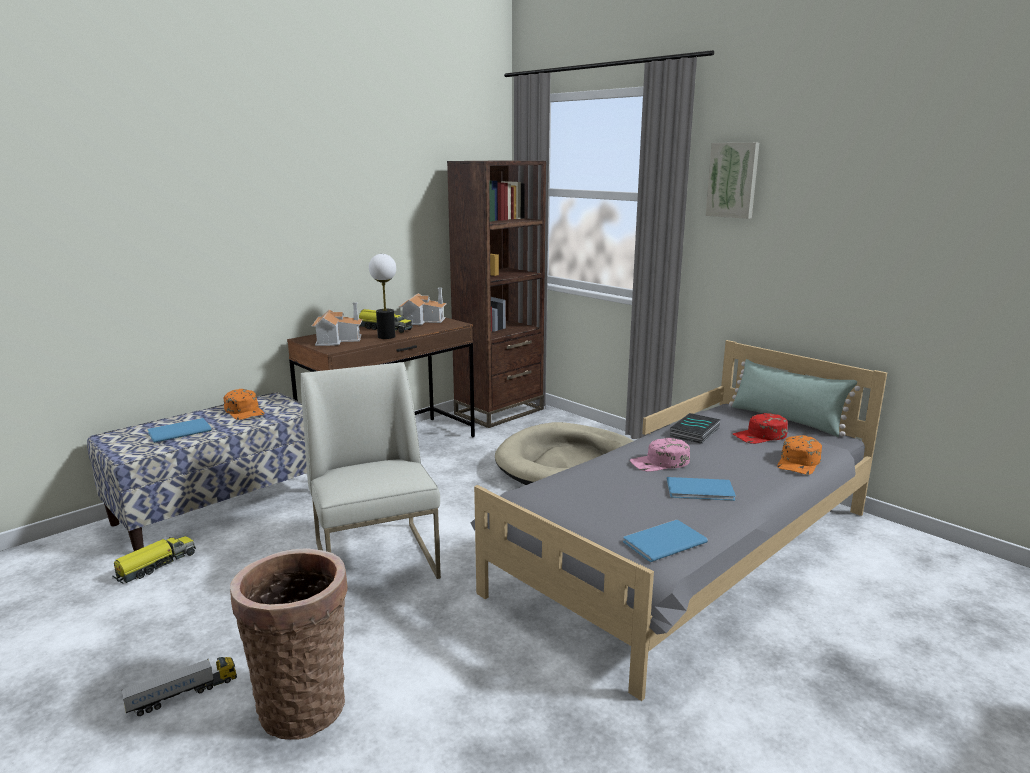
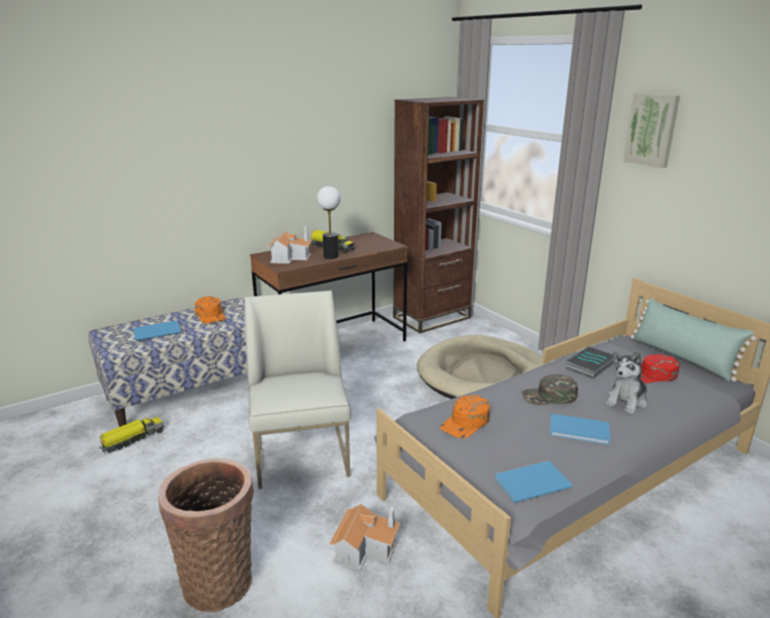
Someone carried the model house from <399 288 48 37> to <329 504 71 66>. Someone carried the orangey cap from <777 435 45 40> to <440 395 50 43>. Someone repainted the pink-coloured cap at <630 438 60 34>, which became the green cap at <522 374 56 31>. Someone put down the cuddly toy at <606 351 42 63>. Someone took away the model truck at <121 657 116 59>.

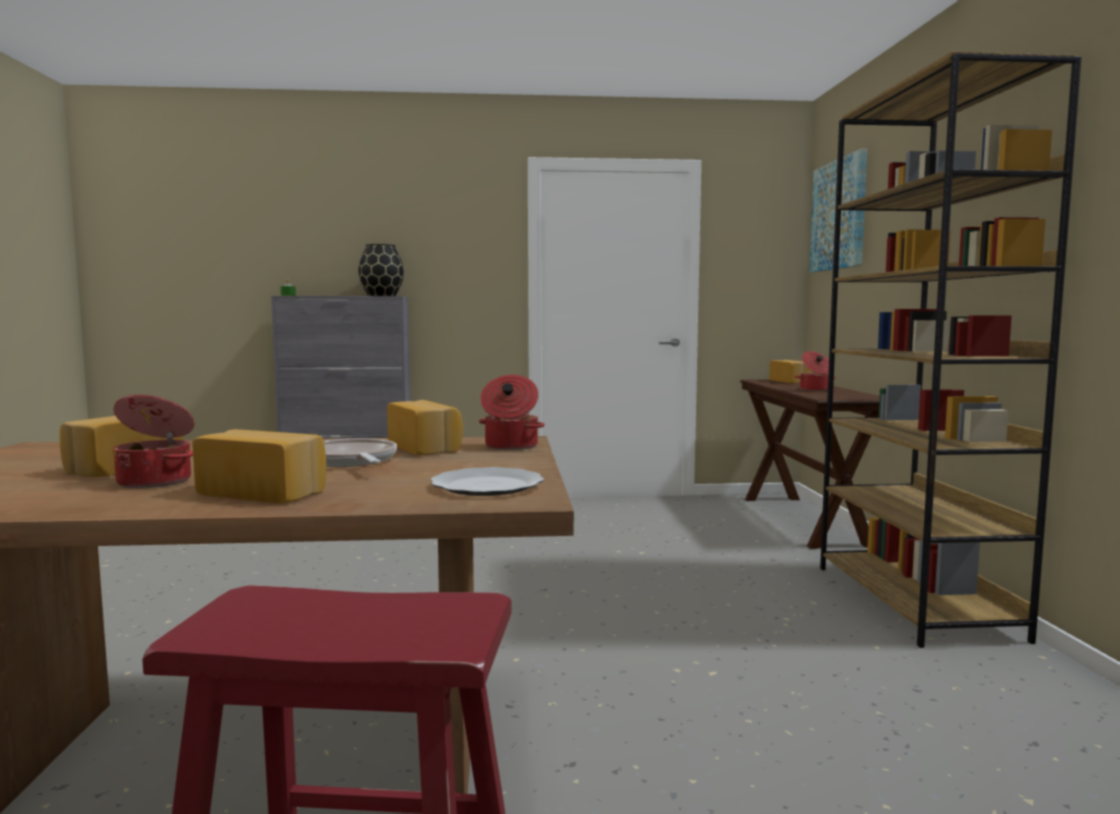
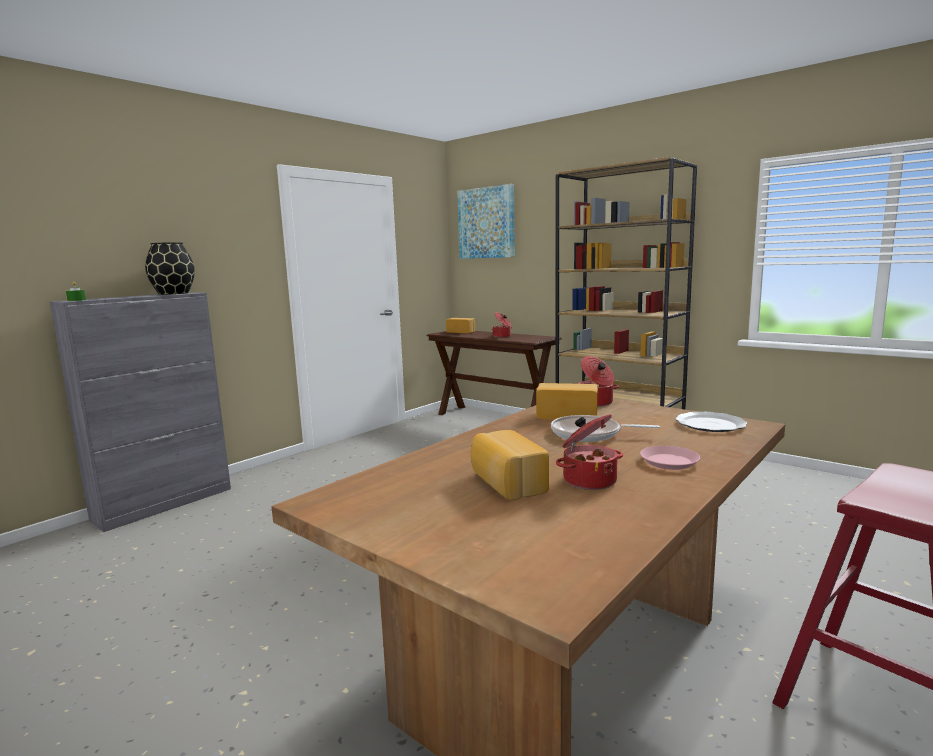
Someone swapped the bread at <192 429 134 74> for the pink-coloured dinner plate at <640 446 60 24>.

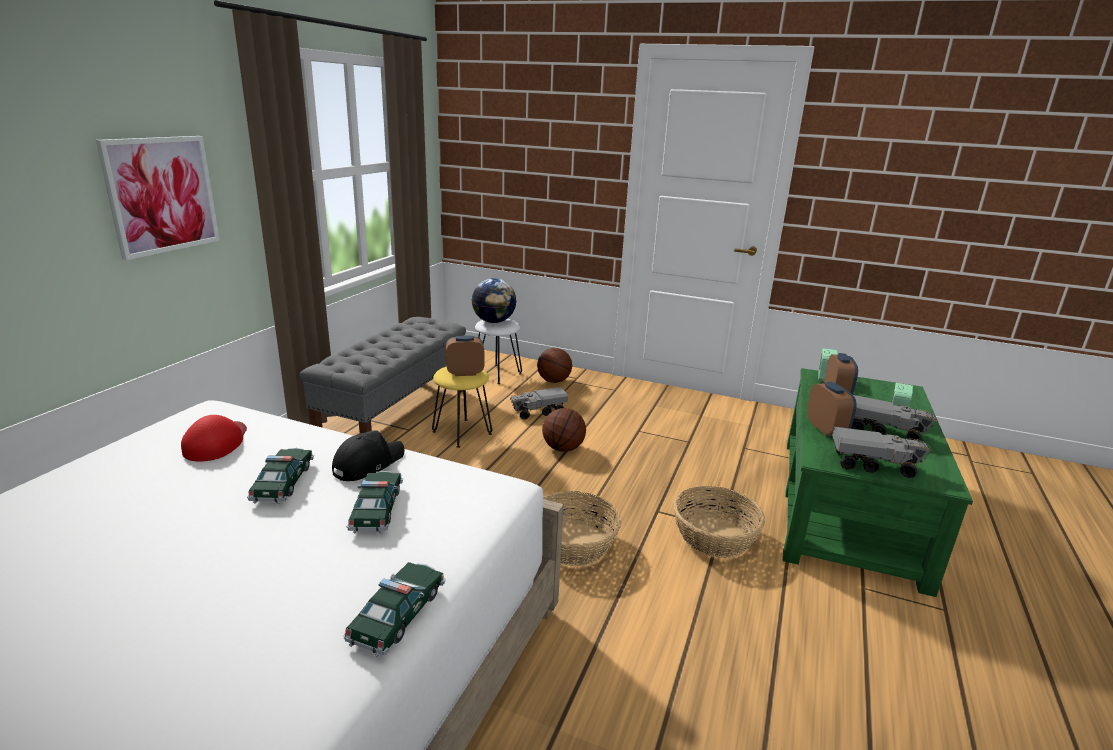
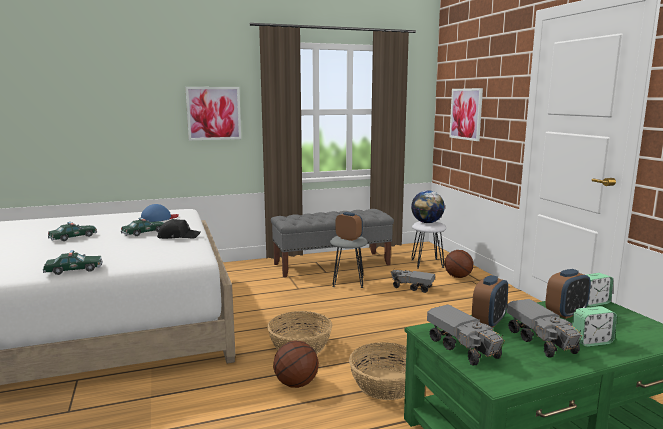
Someone carried the model car from <346 471 57 62> to <48 222 49 19>. Someone repainted the reddish cap at <181 415 66 46>, which became the blue cap at <141 204 38 18>. Someone carried the basketball ball from <542 408 44 44> to <273 341 46 47>. Someone repainted the yellow stool seat at <432 366 60 82>, which became the greyish stool seat at <330 236 38 52>. Someone put up the wall picture at <449 88 34 53>.

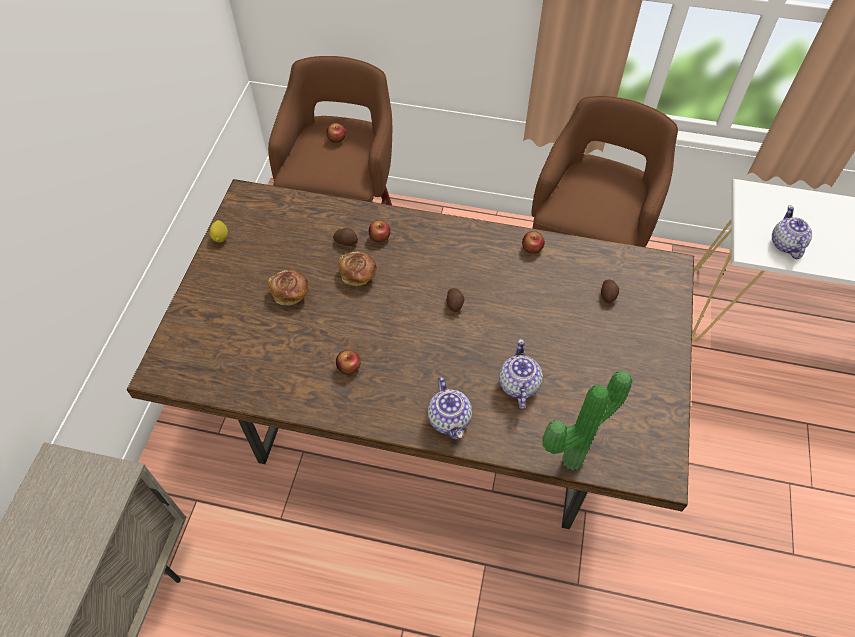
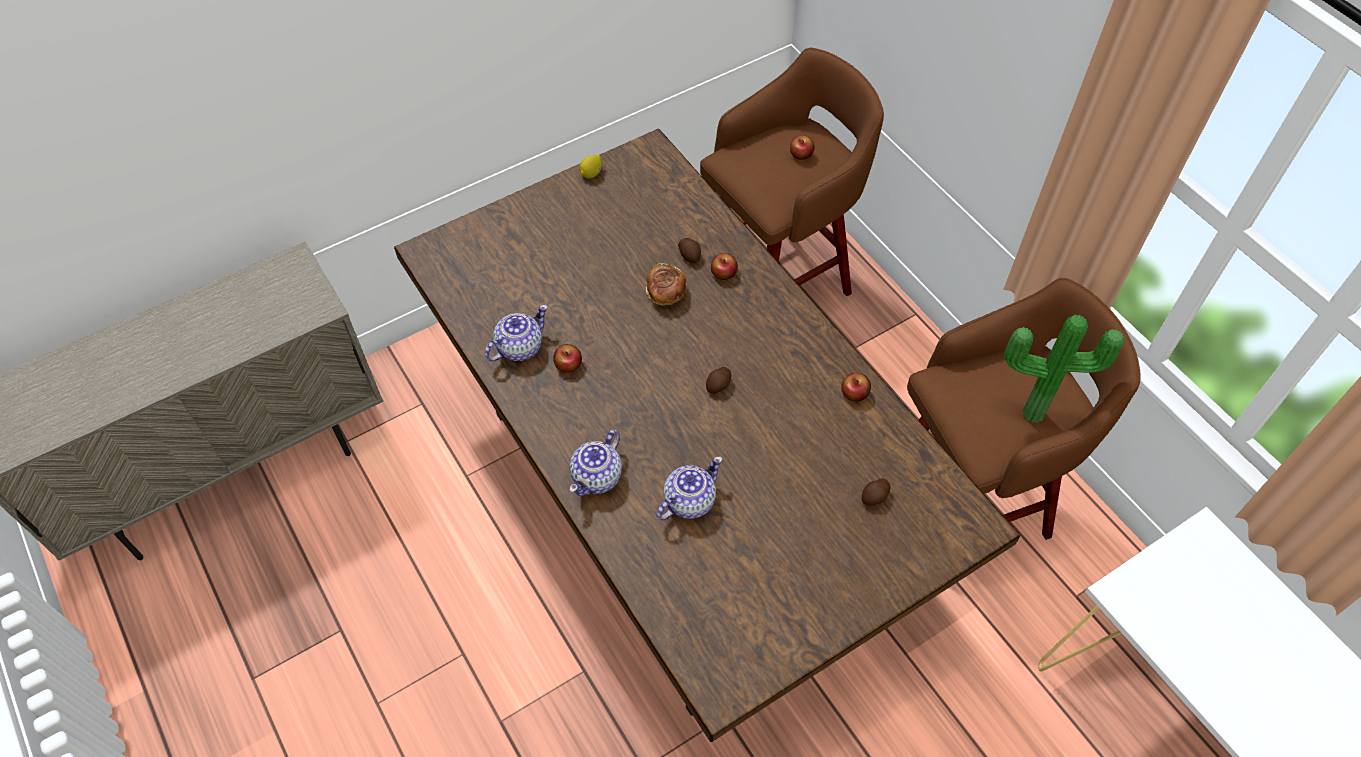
Someone carried the teapot from <772 205 40 54> to <485 305 63 56>. Someone carried the houseplant from <542 371 90 99> to <1004 315 120 108>. Someone took away the bread at <268 270 42 35>.

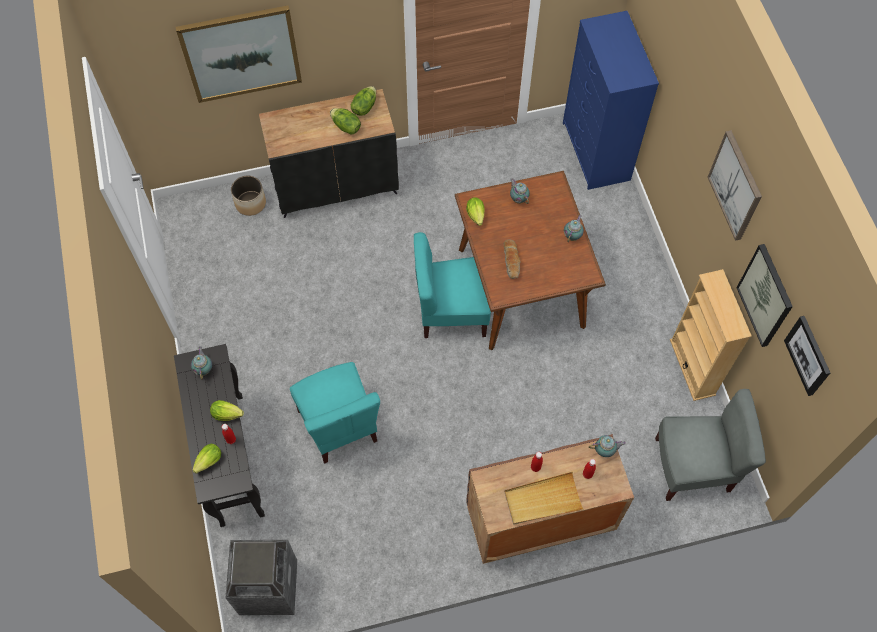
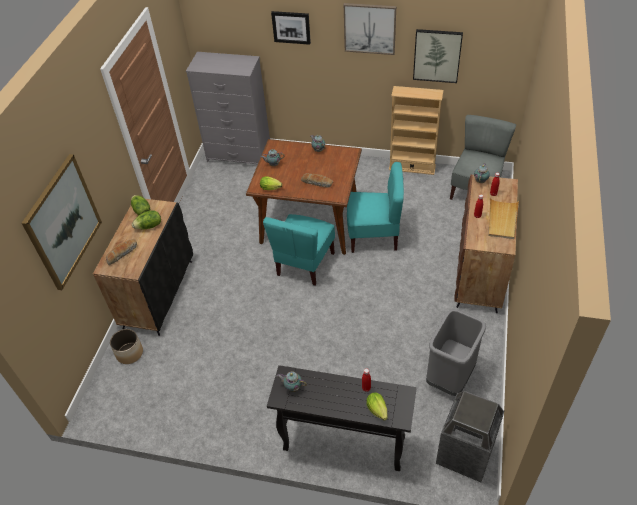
Someone put down the bread at <106 239 31 26>. Someone repainted the blue chest of drawers at <563 11 96 179>, which became the greyish chest of drawers at <186 52 84 112>. Someone carried the wall picture from <784 316 46 80> to <271 11 40 34>. Someone carried the turquoise-coloured plain chair from <290 362 90 102> to <347 162 57 91>. Someone put down the greyish rubbish bin at <426 309 60 87>. Someone took away the lettuce head at <210 400 34 21>.

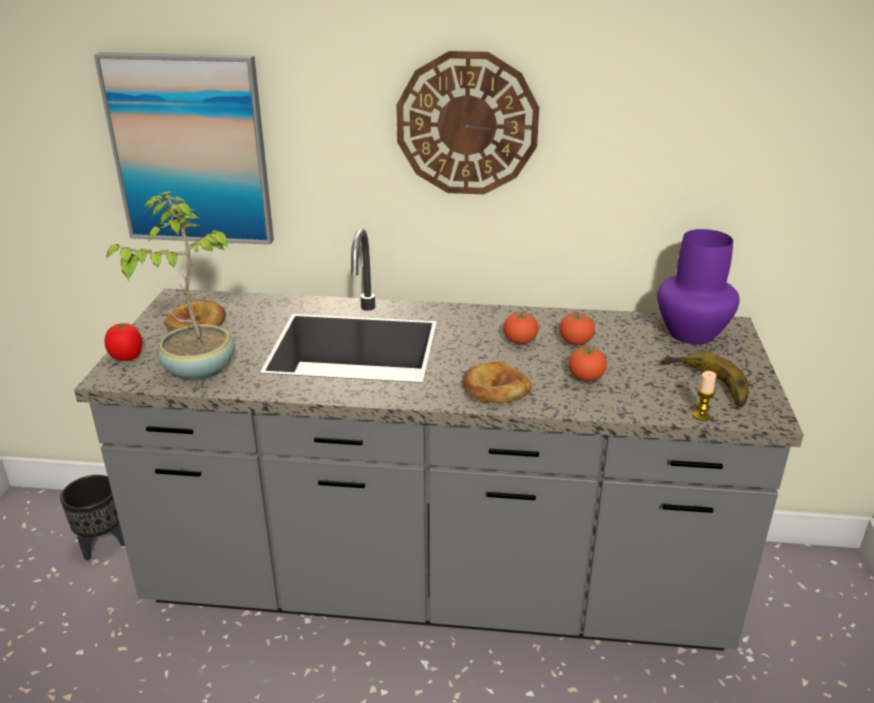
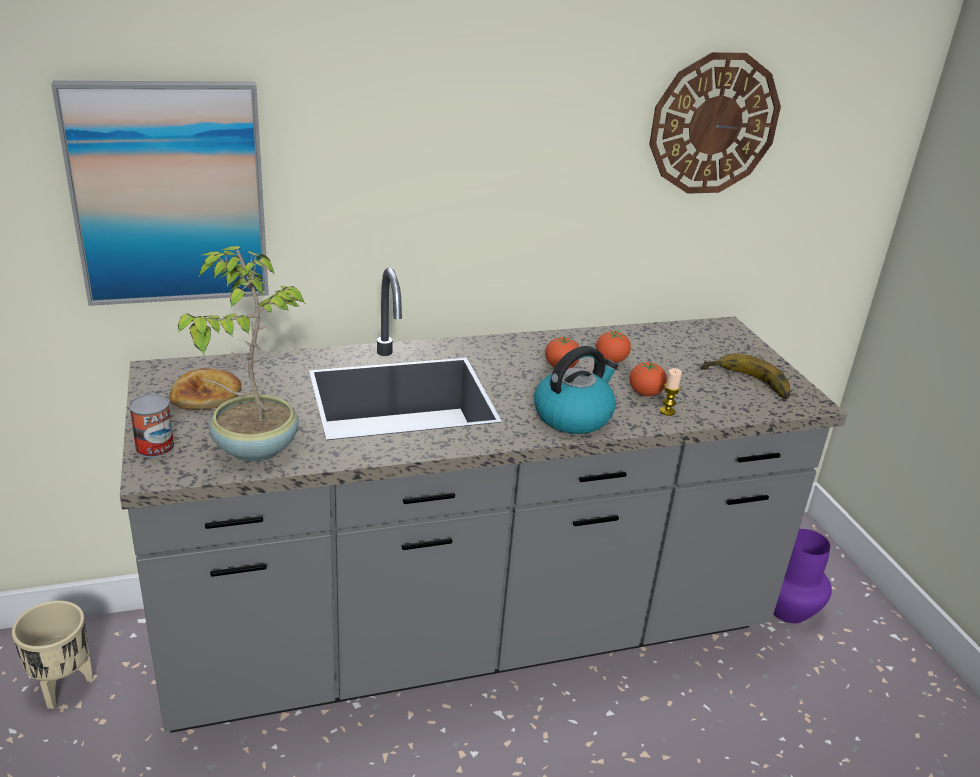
Someone repainted the blackish planter at <60 475 65 85>, which became the beige planter at <12 601 81 108>. Someone swapped the whole tomato at <105 323 37 38> for the sealed can at <129 394 45 64>. Someone swapped the bread at <462 362 70 41> for the tea kettle at <534 346 84 88>. Someone carried the hanging clock from <396 51 143 143> to <649 52 132 142>. Someone carried the candle from <693 371 23 50> to <660 368 22 48>. Someone carried the purple decorative vase from <657 229 83 116> to <774 529 58 94>.

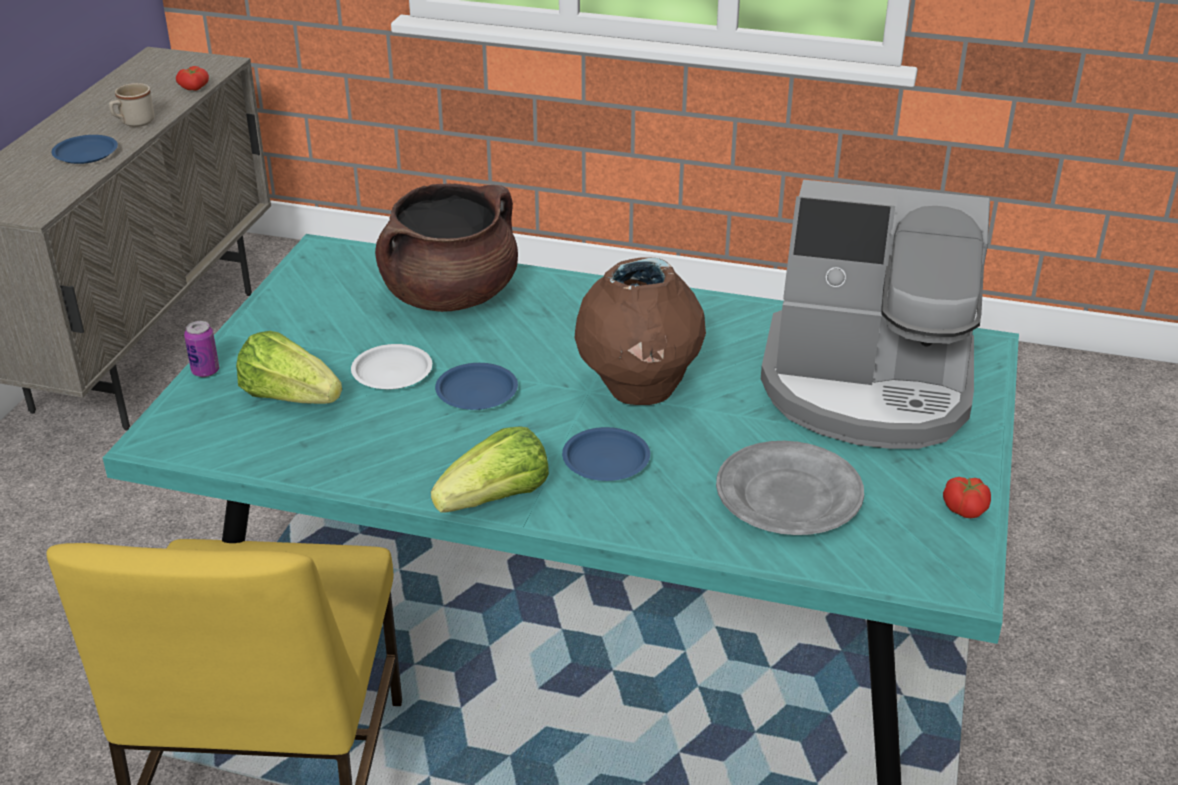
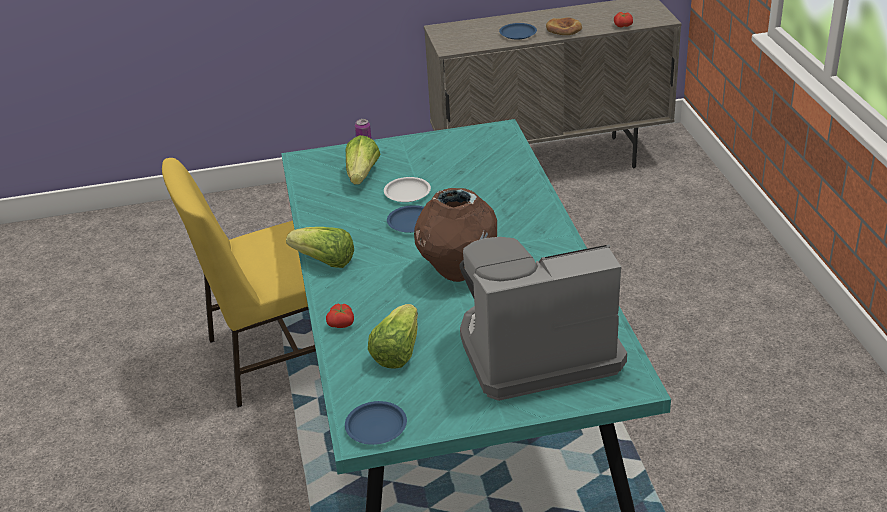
Someone carried the whole tomato from <943 477 48 41> to <326 304 28 24>. Someone carried the blue dinner plate from <562 427 88 54> to <345 401 62 44>. Someone swapped the greyish dinner plate at <716 441 148 94> for the lettuce head at <368 304 50 64>. Someone rotated the coffee brewer at <761 180 229 269> by 90 degrees clockwise. Someone swapped the beige mug at <109 83 46 44> for the bread at <546 17 36 18>. Someone took away the brown saucepot at <375 184 143 128>.

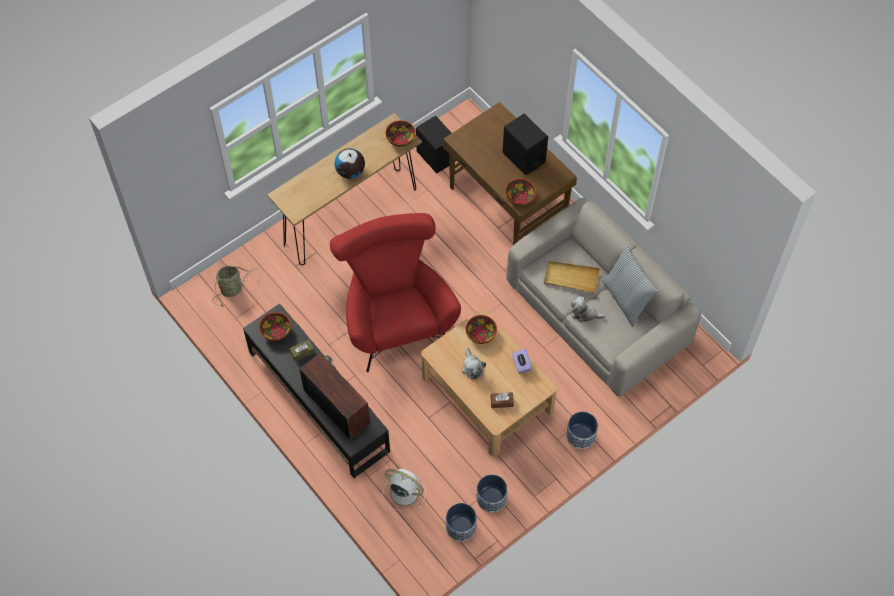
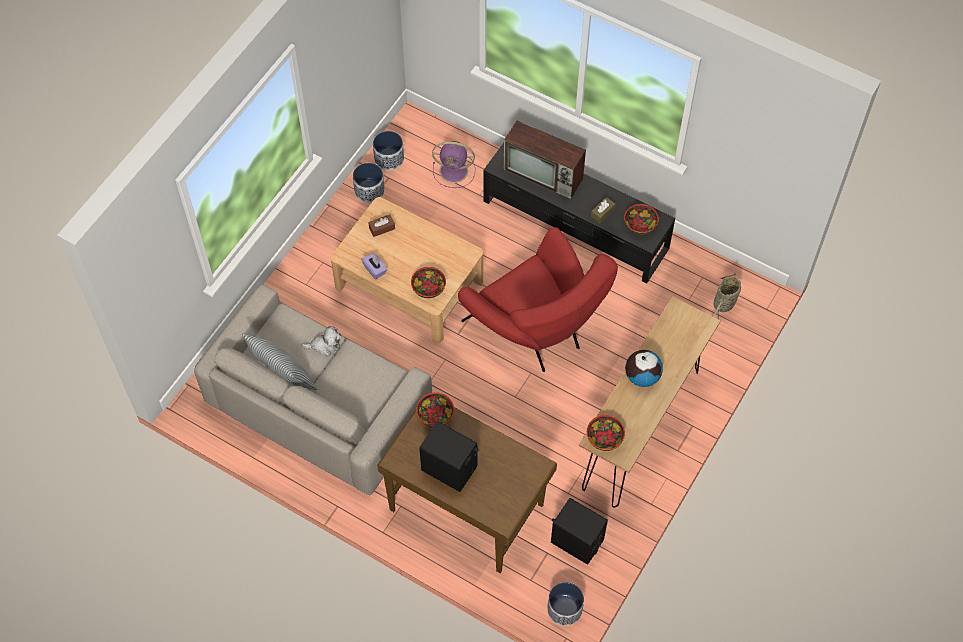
Someone repainted the white-coloured cooling fan at <382 469 44 41>, which became the purple cooling fan at <432 141 44 47>. Someone carried the planter from <566 412 32 37> to <547 582 37 44>. Someone took away the cuddly toy at <462 348 24 32>. Someone took away the beige tray at <544 261 56 32>.

